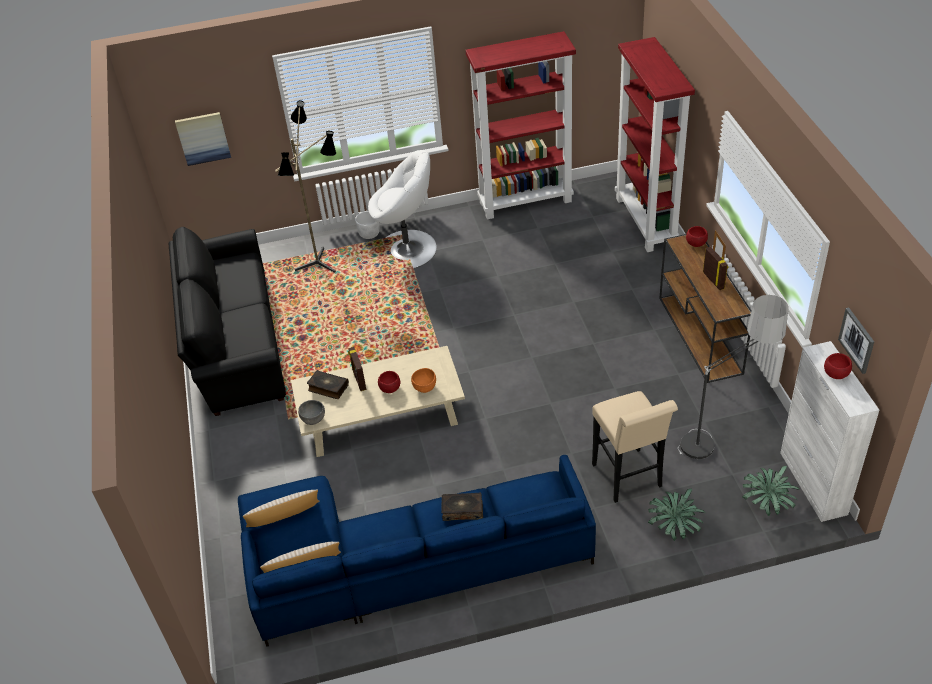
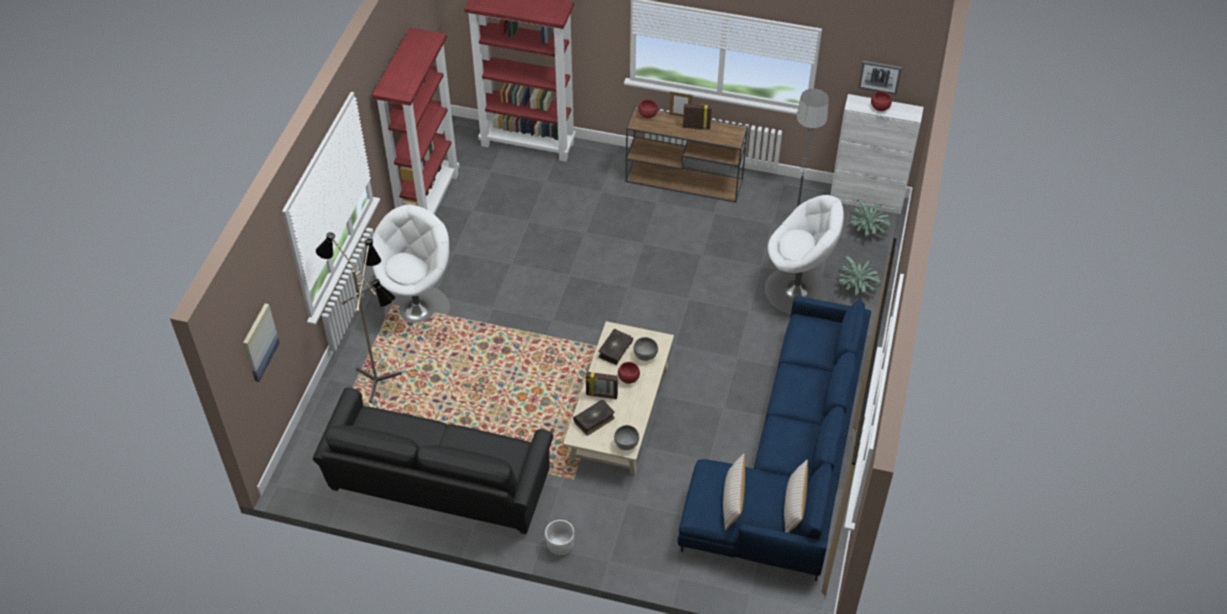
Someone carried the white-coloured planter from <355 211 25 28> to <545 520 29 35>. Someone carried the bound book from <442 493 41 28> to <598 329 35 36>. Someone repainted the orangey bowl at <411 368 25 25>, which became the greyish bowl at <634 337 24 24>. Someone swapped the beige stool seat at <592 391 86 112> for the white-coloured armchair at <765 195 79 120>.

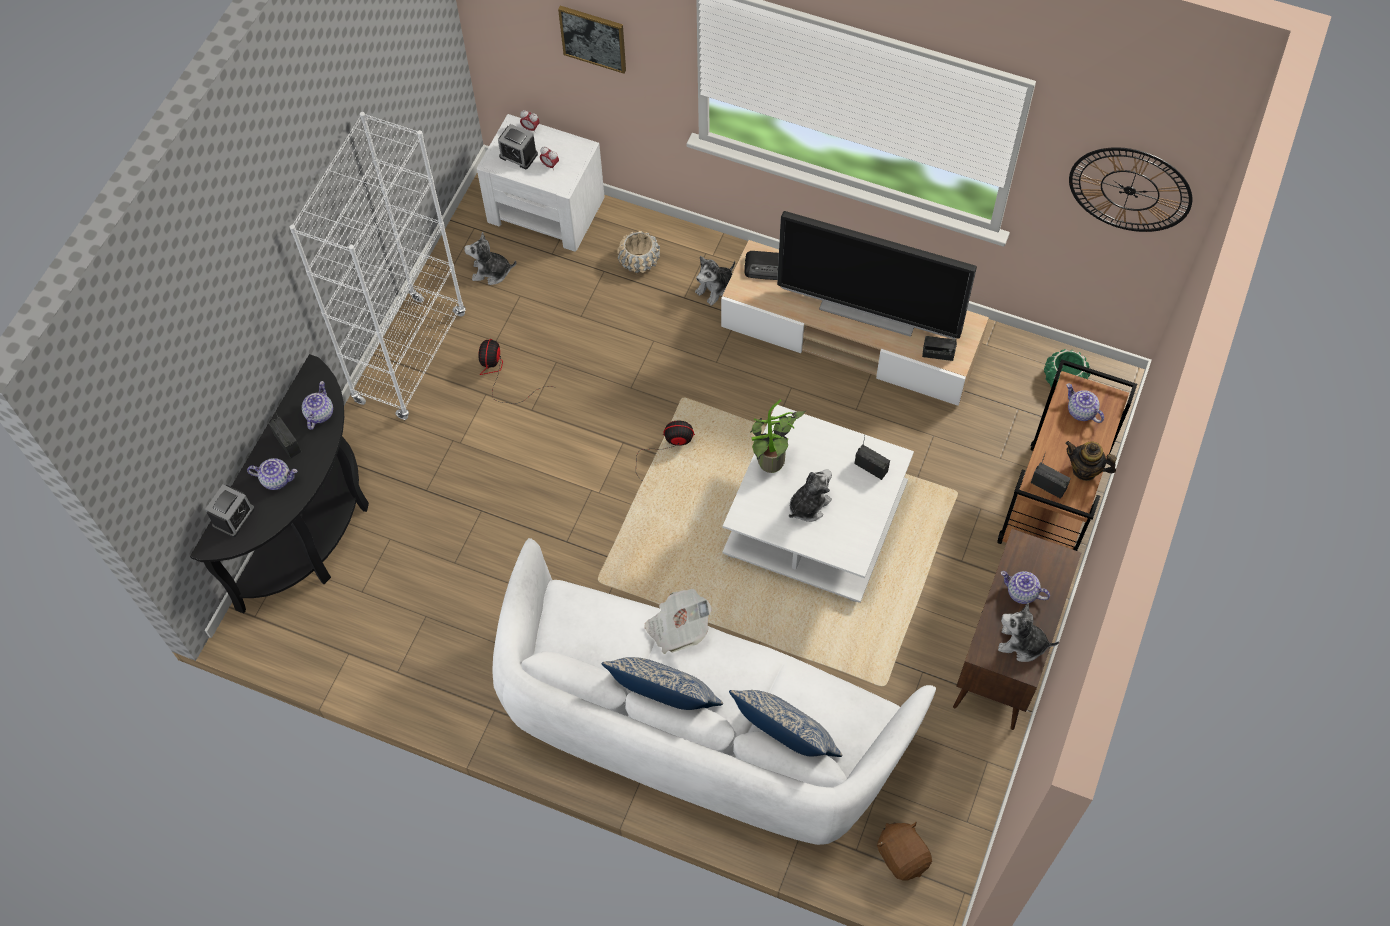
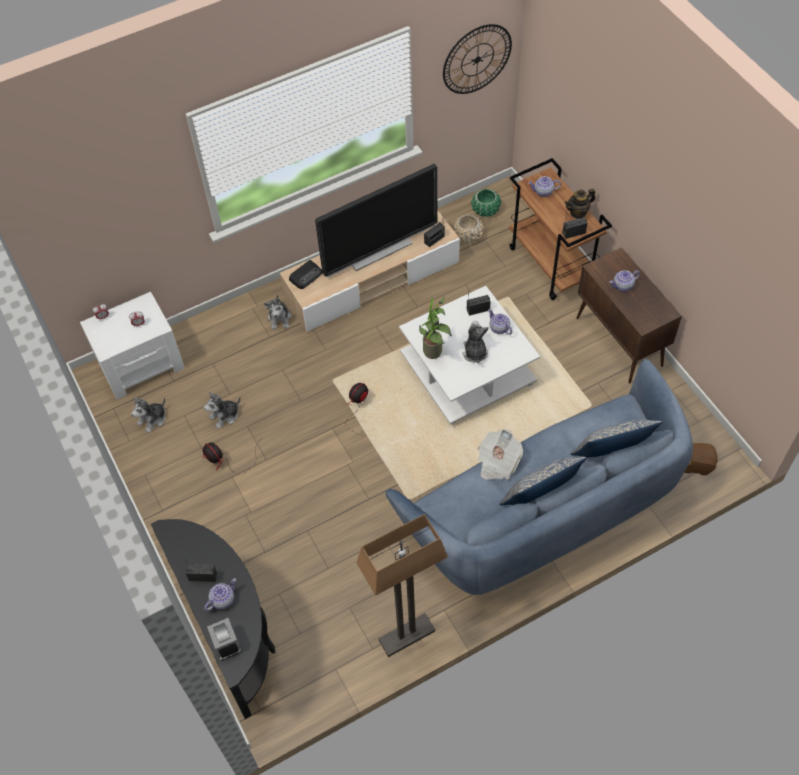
Someone carried the cuddly toy from <998 603 61 59> to <204 391 37 38>. Someone put down the standing lamp at <356 514 92 143>. Someone repainted the white-coloured settee at <493 538 443 307>, which became the blue settee at <386 359 307 236>. Someone carried the beige planter from <617 231 43 43> to <454 214 29 29>. Someone carried the teapot from <302 381 31 49> to <488 309 24 26>. Someone took away the white-coloured bookshelf at <290 112 176 308>. Someone took away the table clock at <498 124 40 45>. Someone took away the wall picture at <558 6 68 68>.

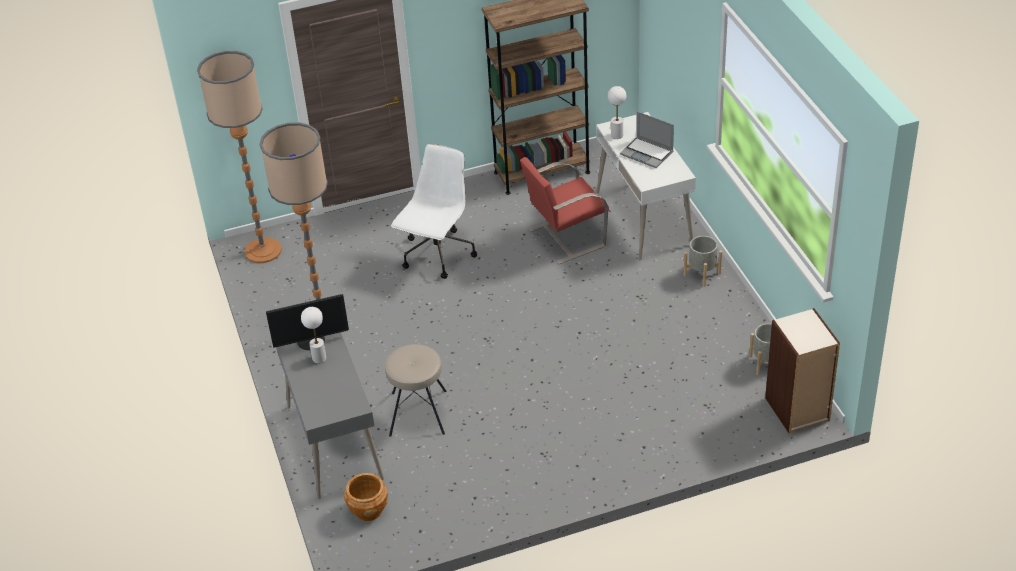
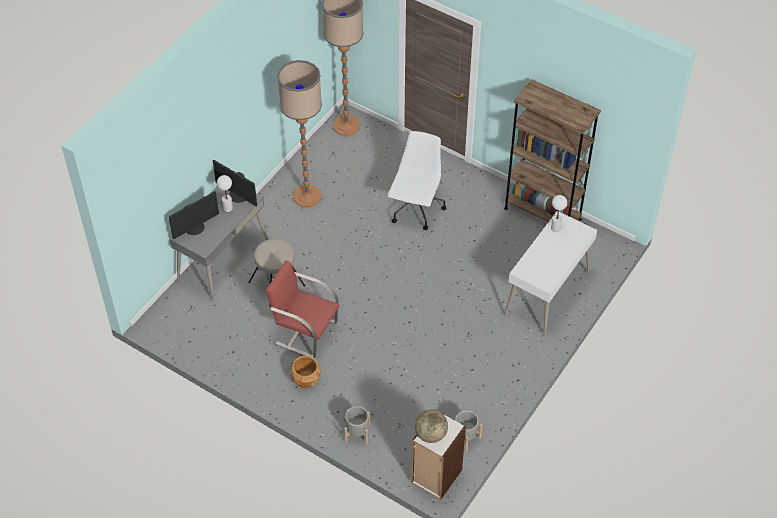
Someone put down the computer screen at <169 191 50 48>. Someone carried the reddish plain chair from <520 157 89 107> to <266 260 73 98>. Someone carried the brown planter from <344 473 44 48> to <291 356 30 33>. Someone carried the greyish planter from <684 236 38 51> to <344 406 26 38>. Someone rotated the white-coloured desk chair at <391 144 86 135> by 60 degrees counterclockwise. Someone put down the globe at <415 409 33 34>. Someone took away the notebook computer at <620 111 54 57>.

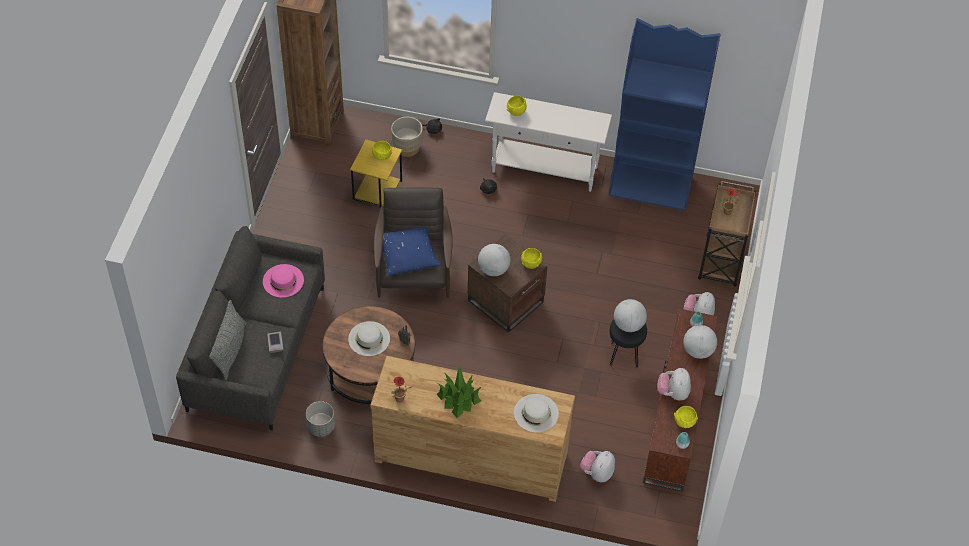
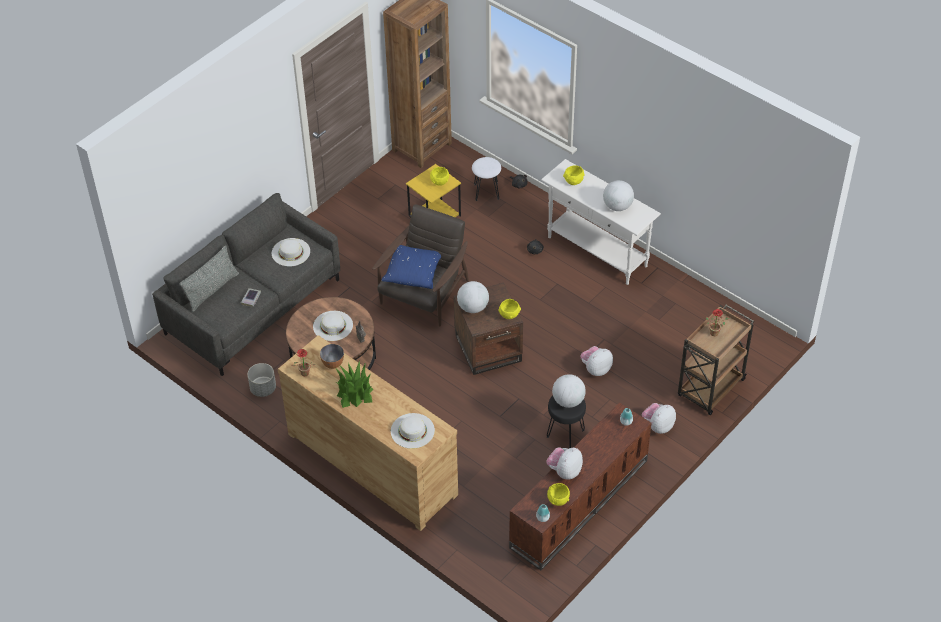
Someone repainted the pink-coloured hat at <263 264 41 34>, which became the white-coloured hat at <272 238 38 28>. Someone put down the bowl at <320 344 24 25>. Someone swapped the beige planter at <391 117 32 40> for the white-coloured stool seat at <472 157 29 44>. Someone carried the cuddly toy from <580 451 35 31> to <580 346 33 30>. Someone carried the globe from <683 325 34 34> to <603 180 31 31>. Someone took away the blue bookshelf at <609 18 112 193>.

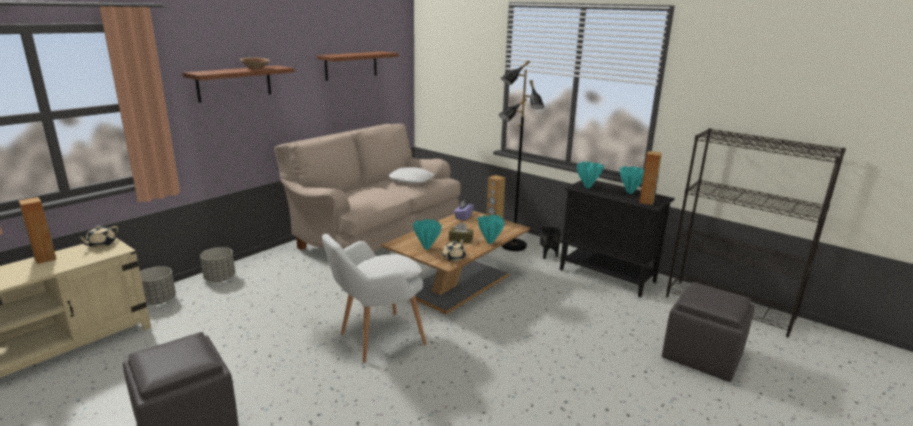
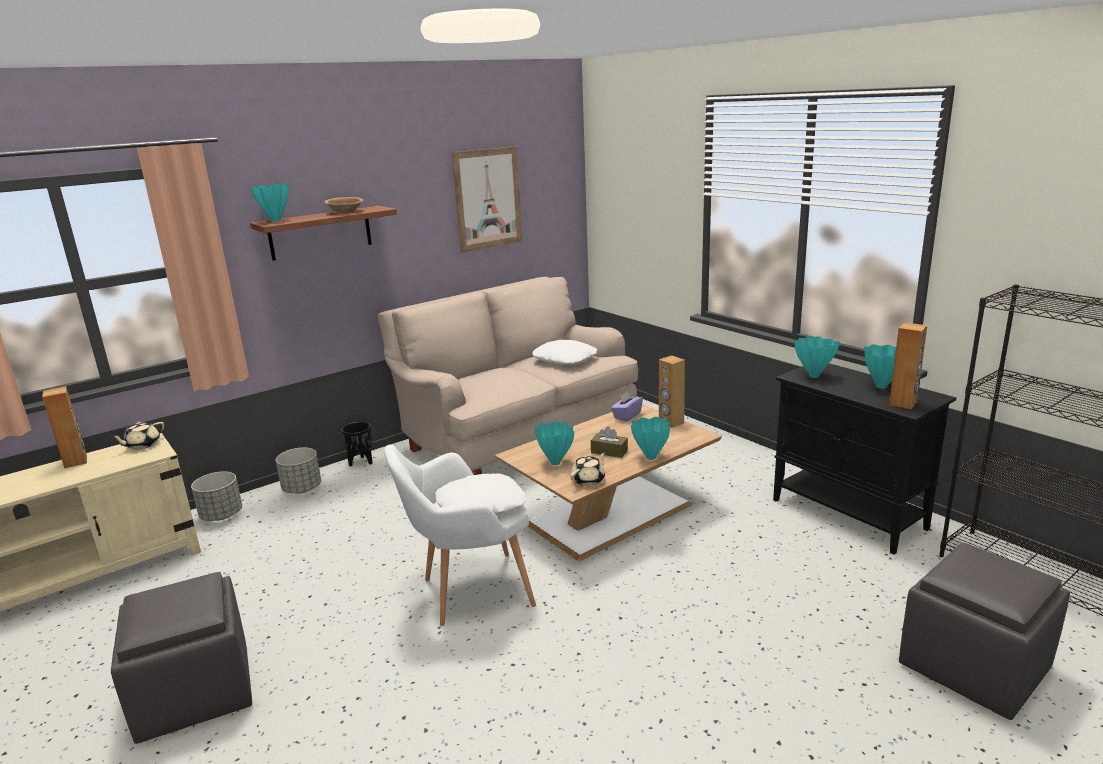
Someone put down the turquoise-coloured decorative vase at <251 184 38 38>. Someone carried the blackish planter from <540 227 21 32> to <341 422 31 45>. Someone swapped the wall shelf at <317 51 82 30> for the wall picture at <451 146 72 107>. Someone took away the blackish standing lamp at <499 60 45 191>.

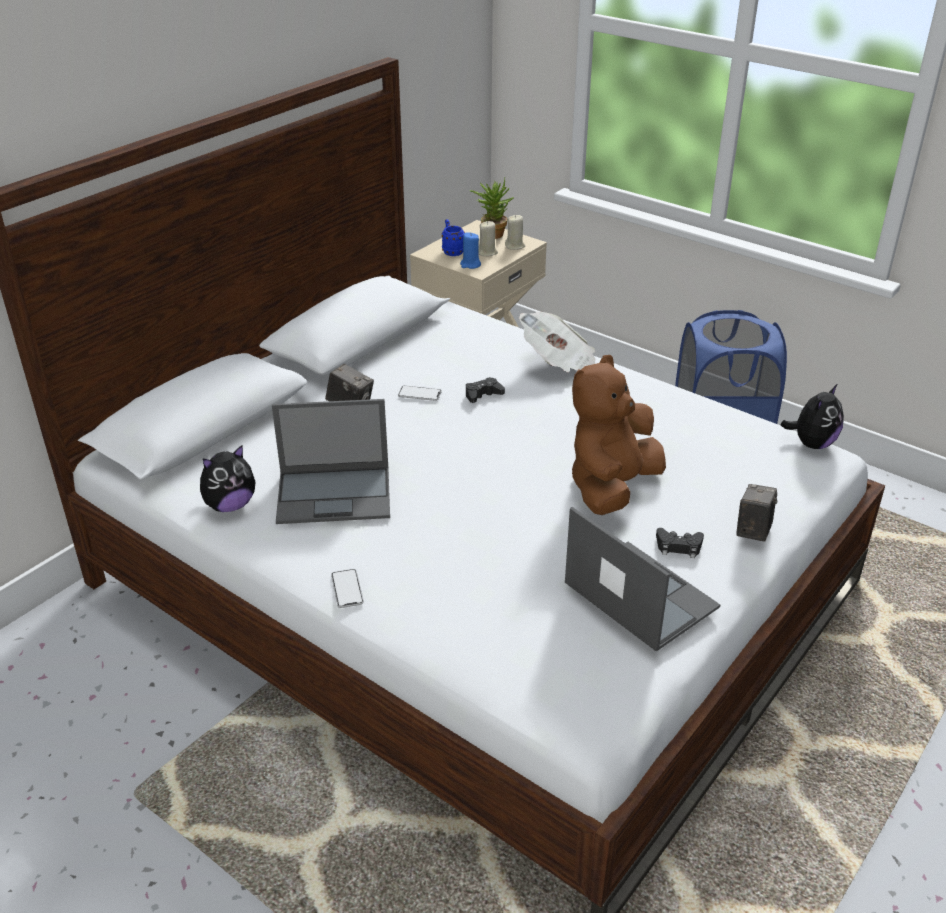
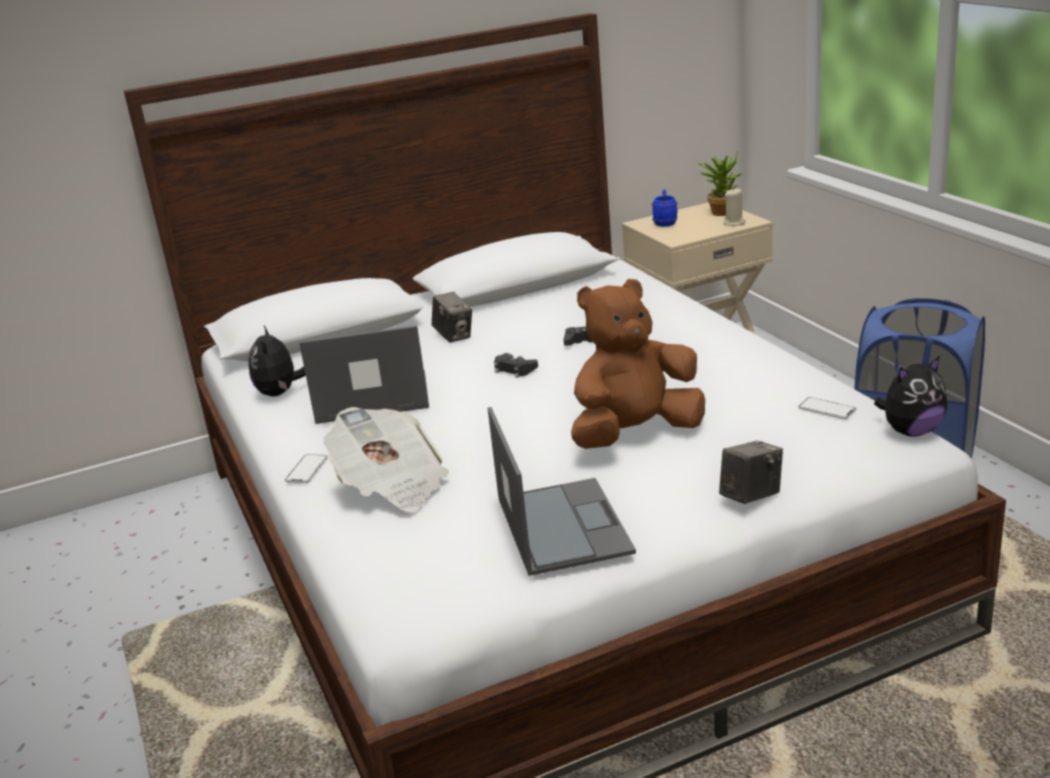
Someone rotated the cuddly toy at <200 445 55 67> by 90 degrees clockwise. Someone rotated the notebook computer at <272 399 118 125> by 150 degrees clockwise. Someone carried the newspaper from <519 312 77 60> to <323 407 126 105>. Someone carried the blackish game controller from <656 528 48 30> to <494 353 44 25>. Someone carried the telephone from <398 385 44 16> to <798 397 58 22>. Someone took away the blue candle at <460 232 21 37>. Someone took away the beige candle at <478 221 20 35>.

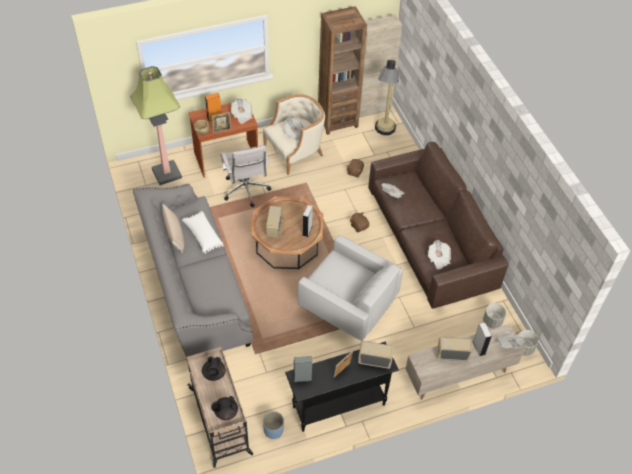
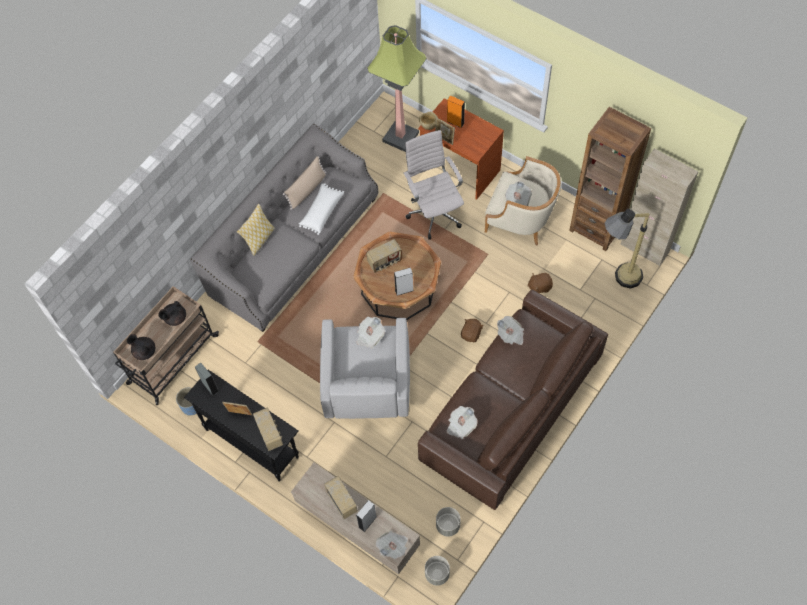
Someone put down the pillow at <237 204 38 52>. Someone carried the newspaper from <231 98 22 26> to <356 317 29 32>. Someone rotated the white-coloured desk chair at <221 144 50 63> by 120 degrees clockwise.

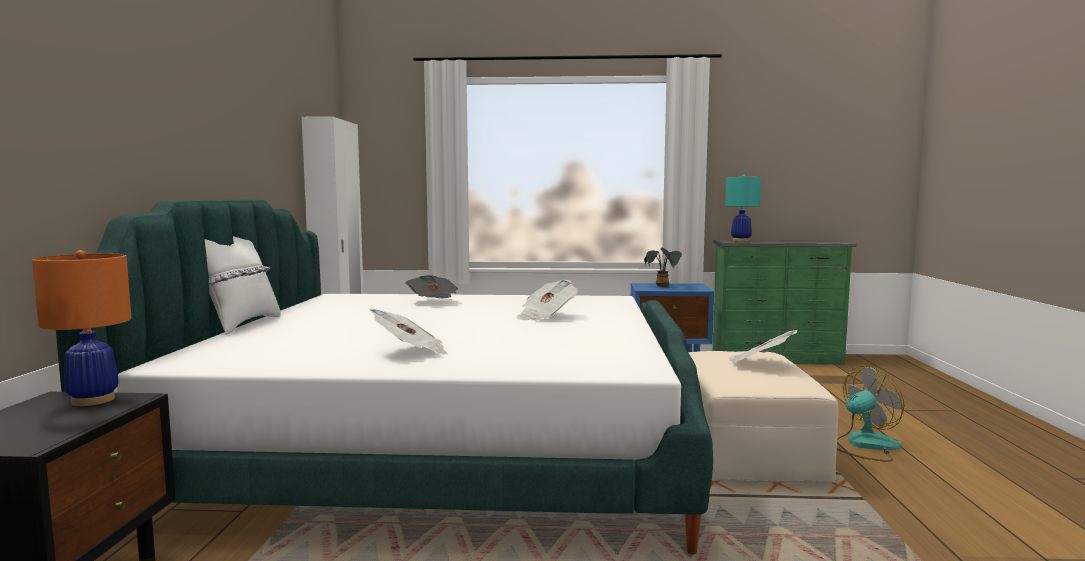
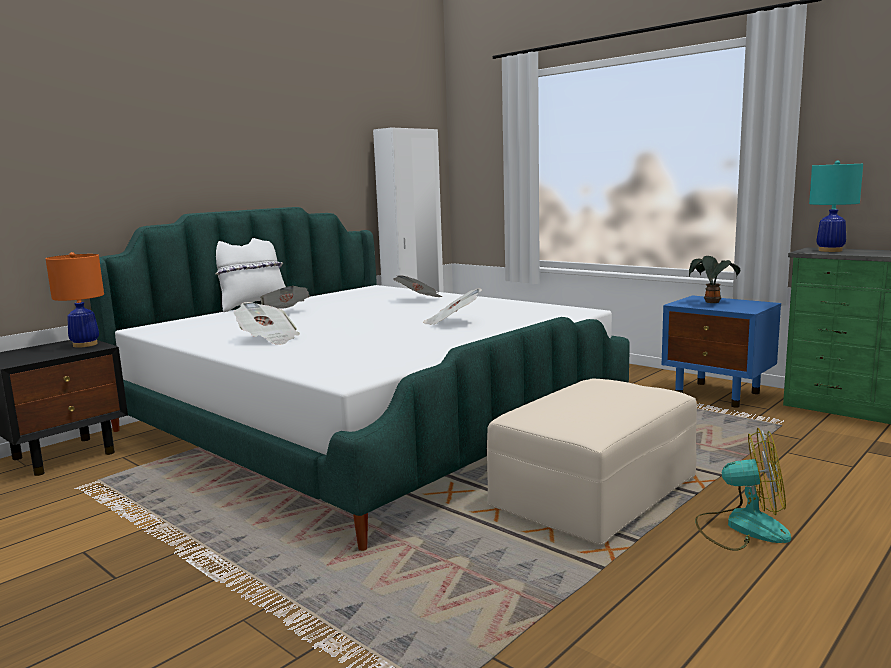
Someone carried the newspaper from <729 330 68 33> to <260 286 50 23>.

